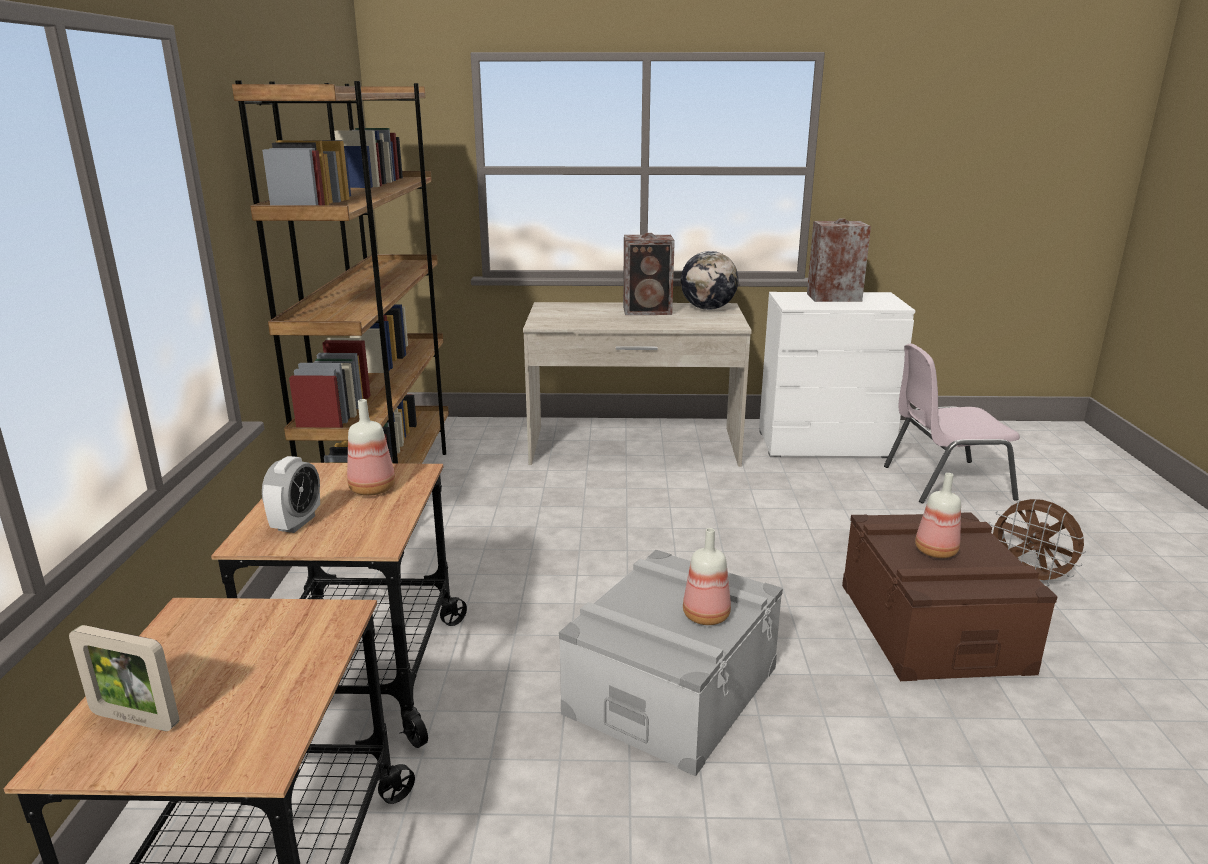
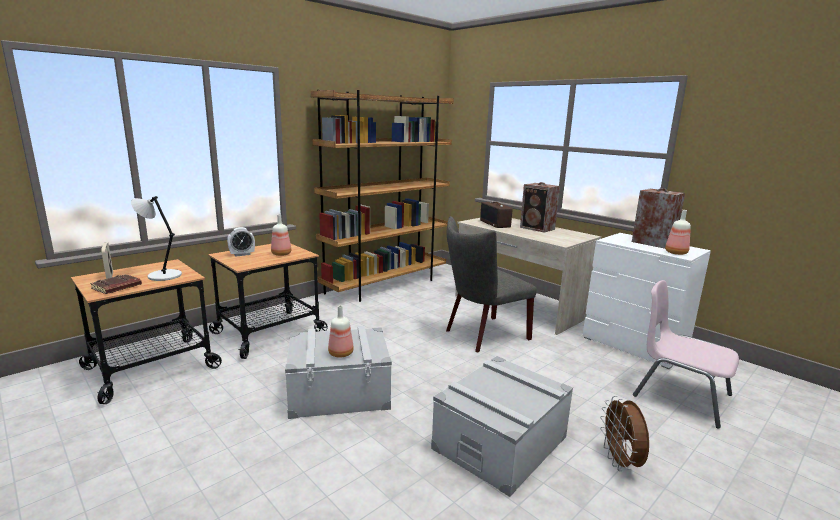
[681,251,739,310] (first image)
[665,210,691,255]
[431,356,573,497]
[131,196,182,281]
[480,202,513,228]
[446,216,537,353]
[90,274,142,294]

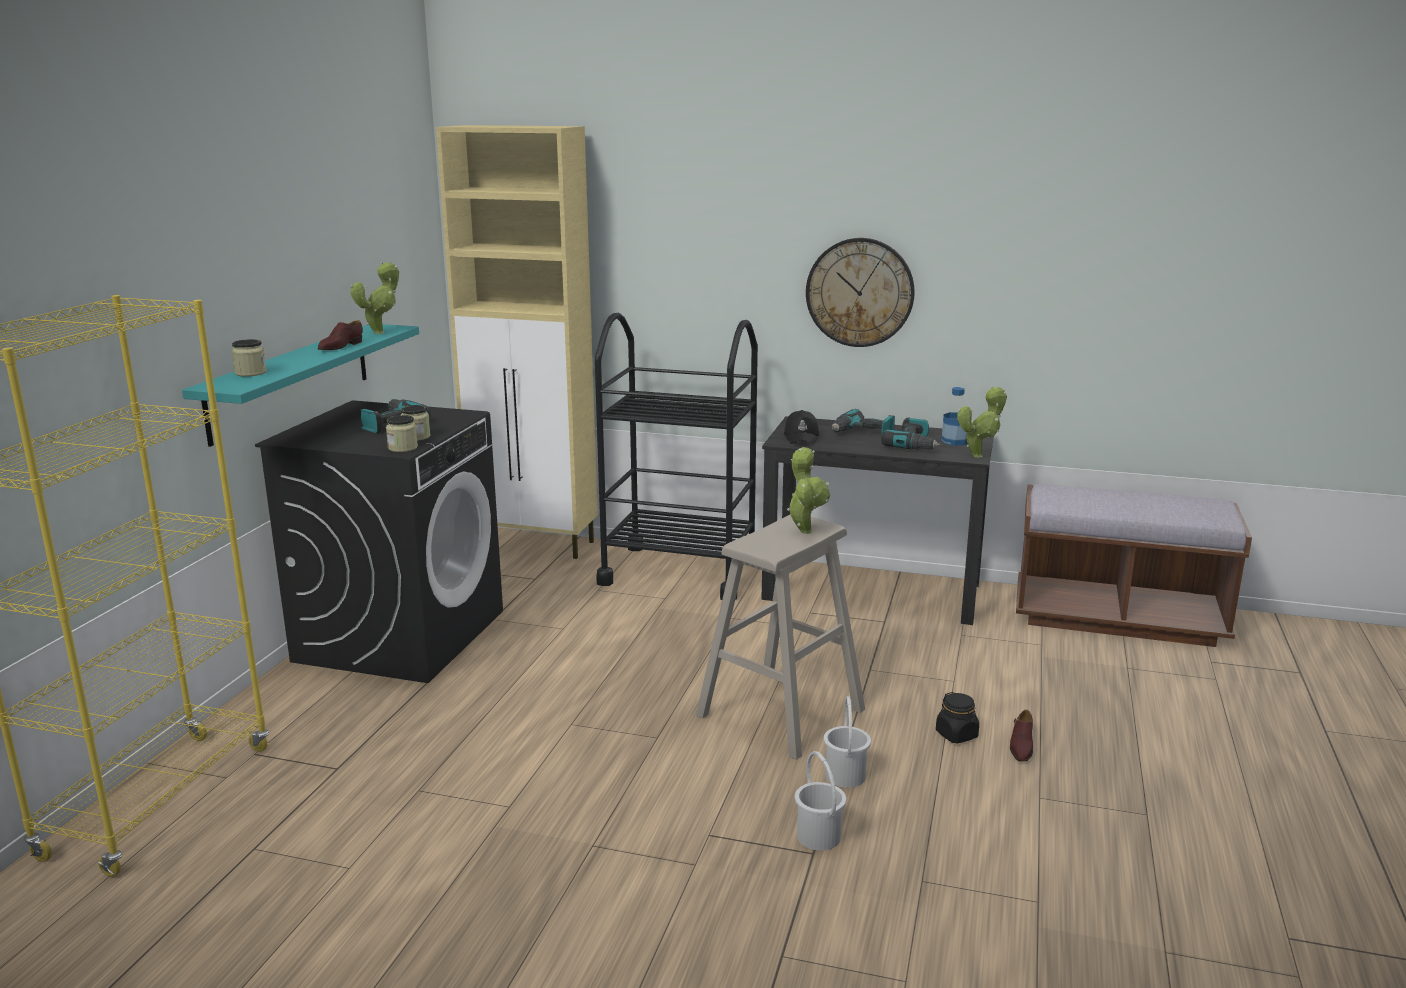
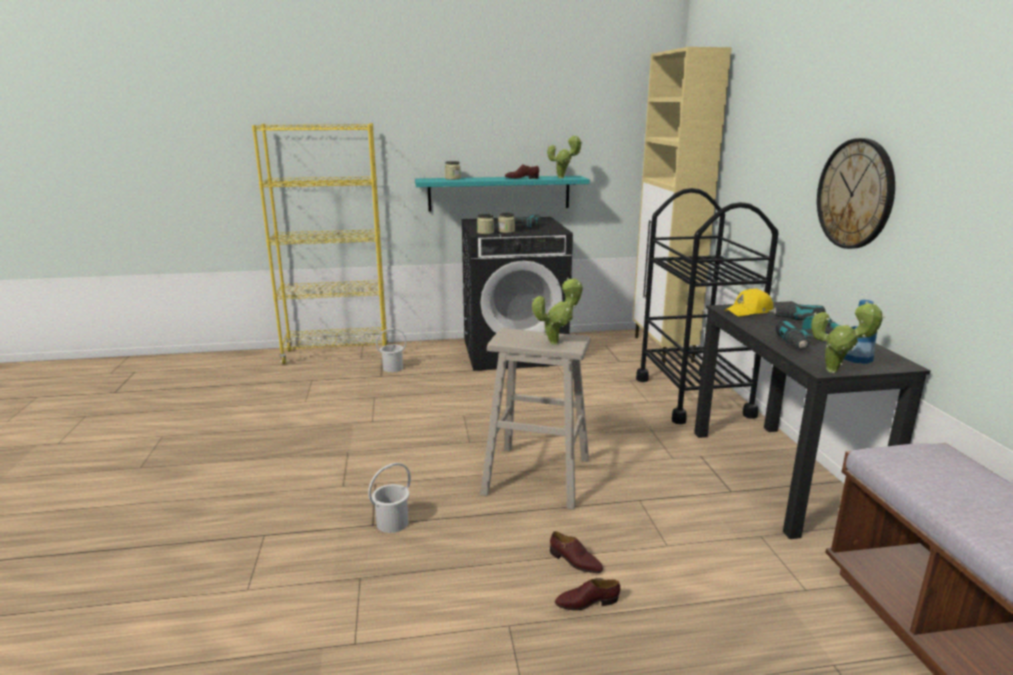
[725,288,773,317]
[550,531,603,573]
[376,328,407,372]

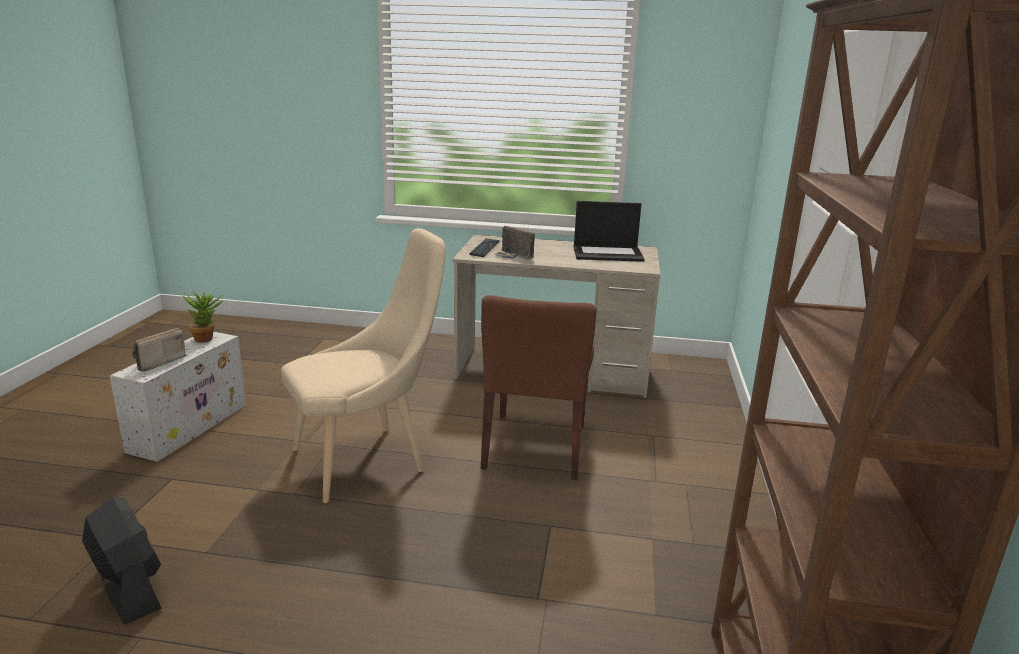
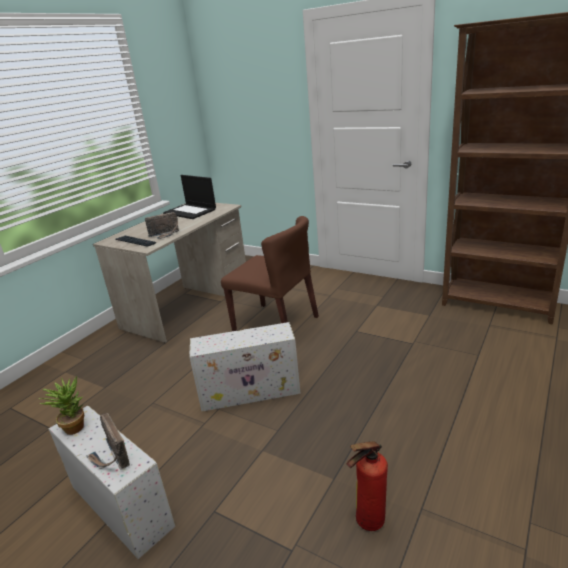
[163,175,216,219]
[189,322,301,411]
[346,441,388,531]

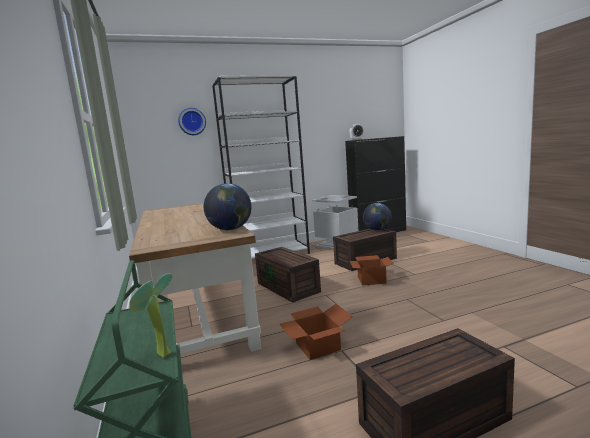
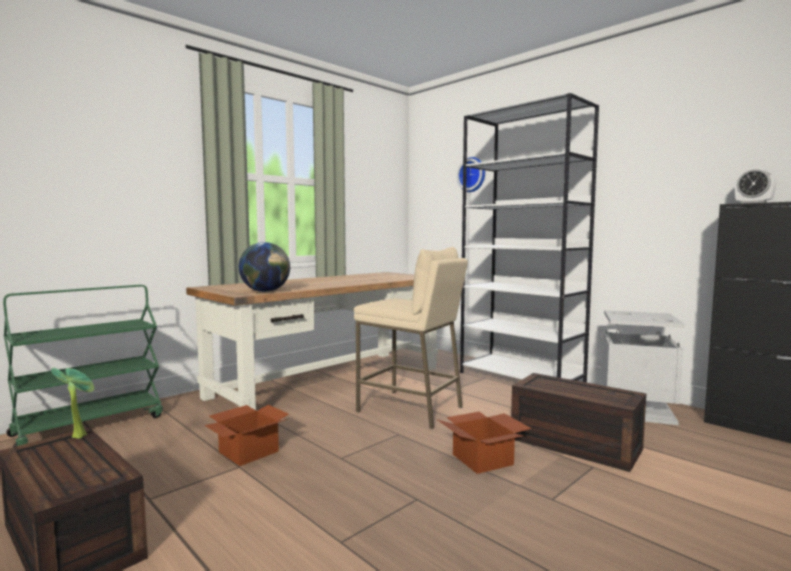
[363,203,392,231] (first image)
[354,247,468,429]
[51,368,95,439]

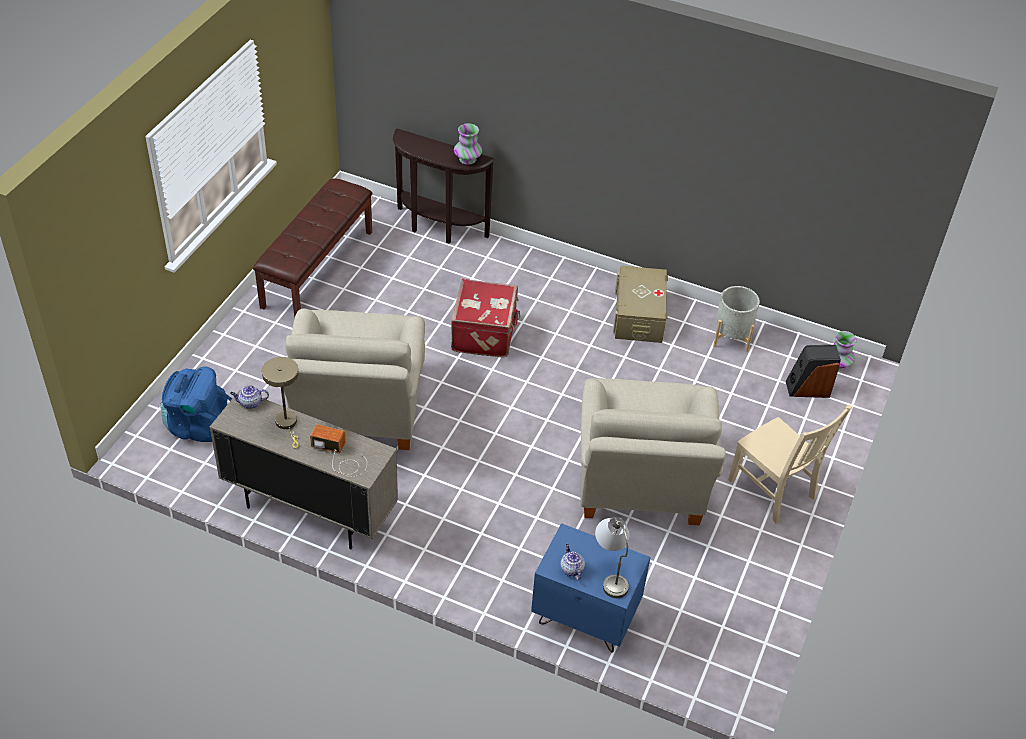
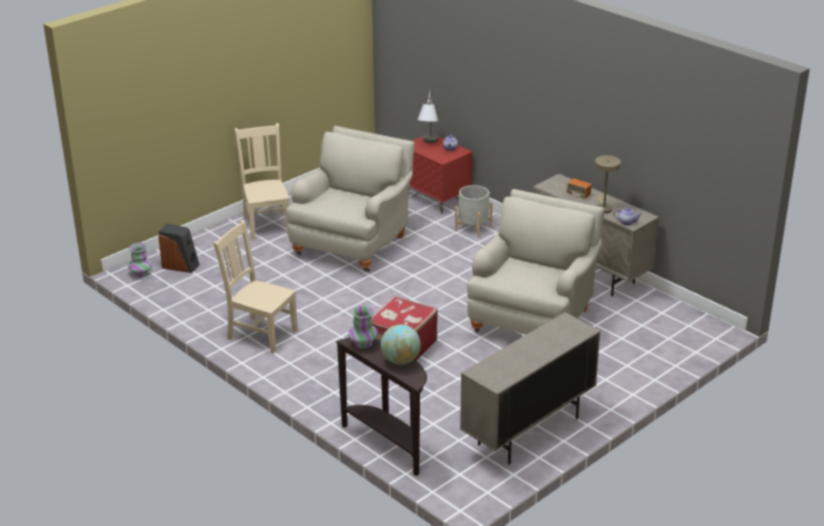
[460,312,601,465]
[213,220,298,354]
[455,185,493,238]
[161,366,232,442] (first image)
[408,133,473,214]
[381,325,421,364]

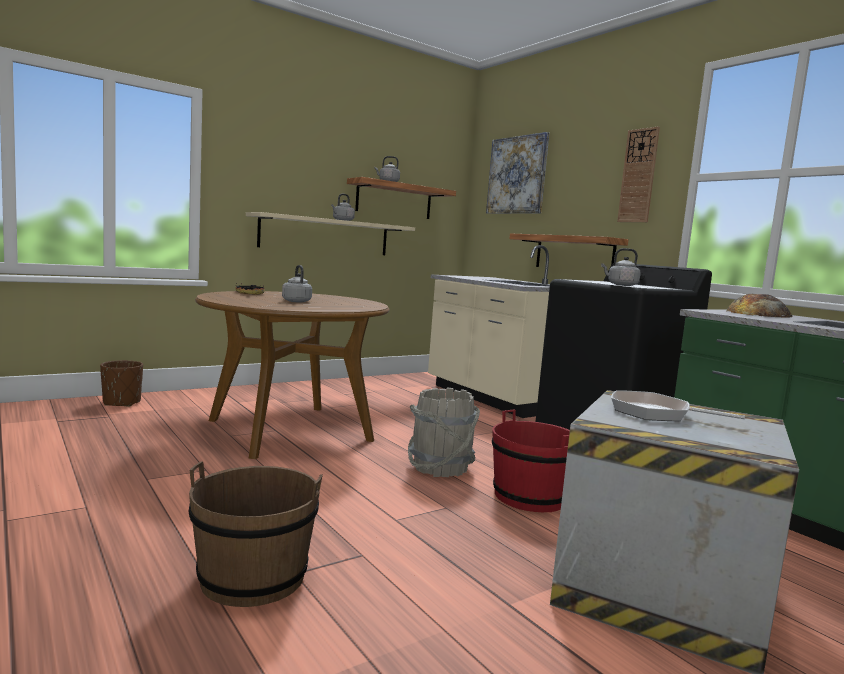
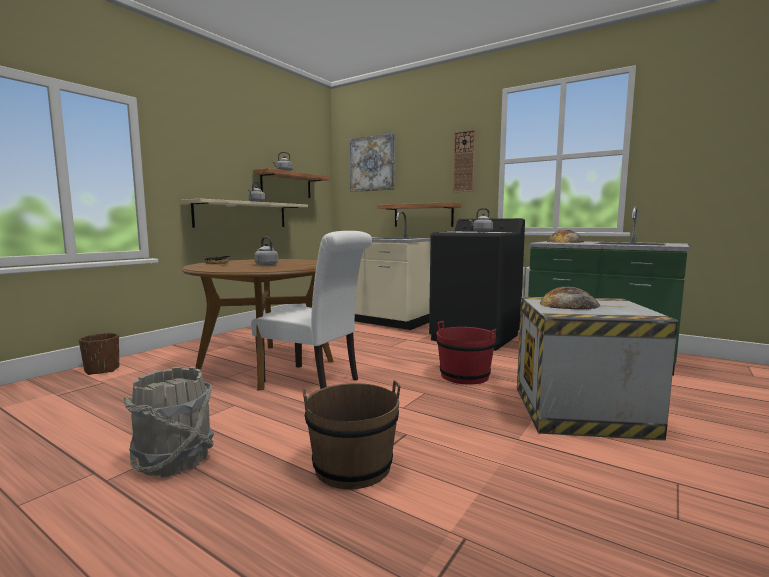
[123,366,215,478]
[540,287,601,309]
[251,231,372,389]

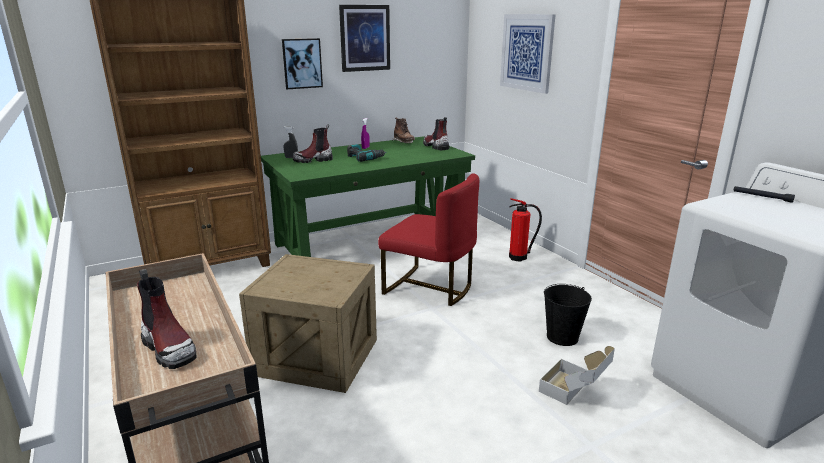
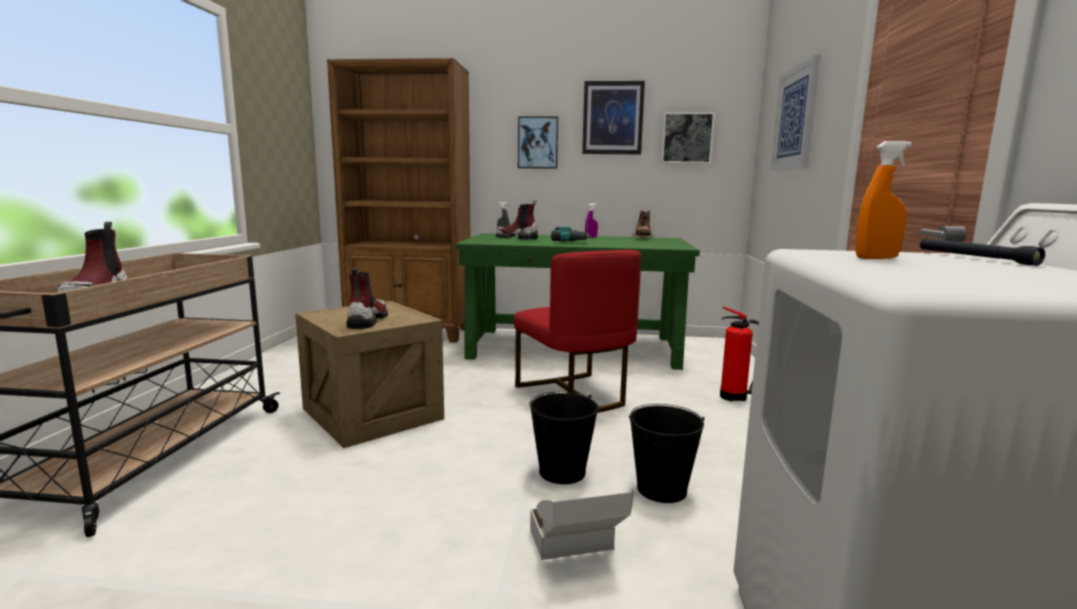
[346,268,388,329]
[661,112,715,164]
[856,141,912,259]
[530,391,598,484]

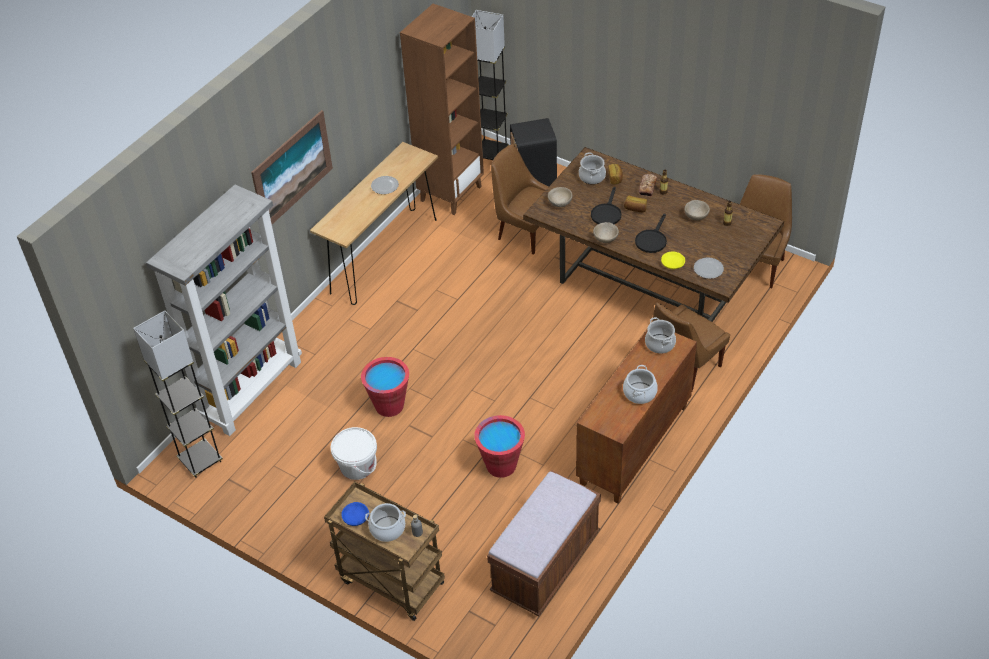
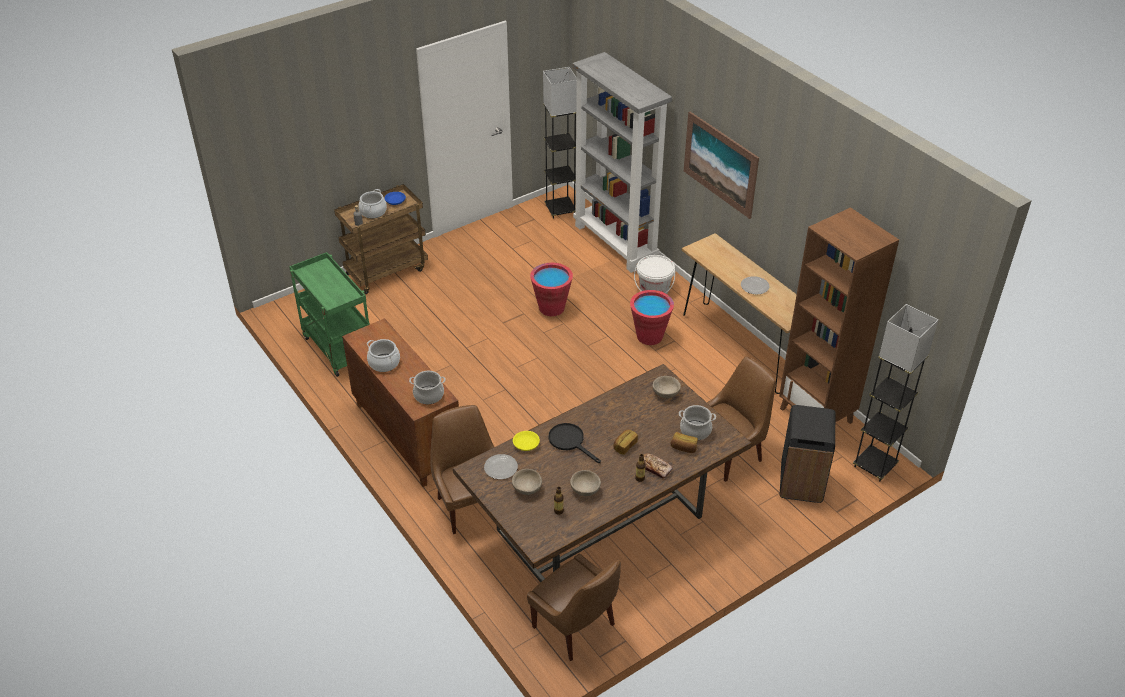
[591,187,621,224] (first image)
[512,469,542,495]
[630,290,674,345]
[634,255,675,294]
[289,252,370,377]

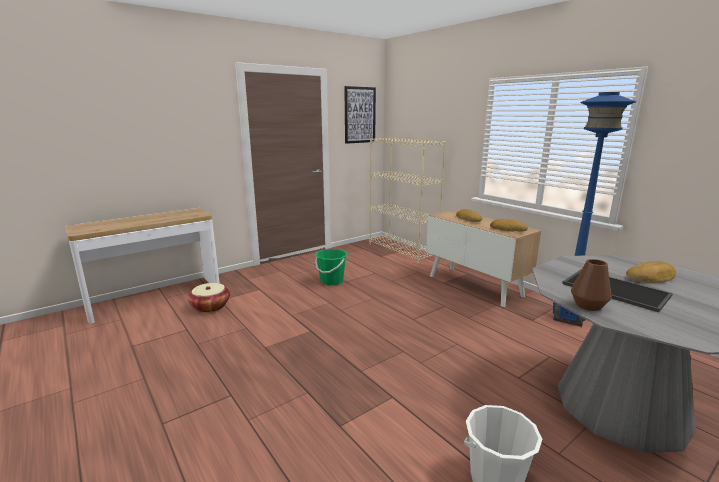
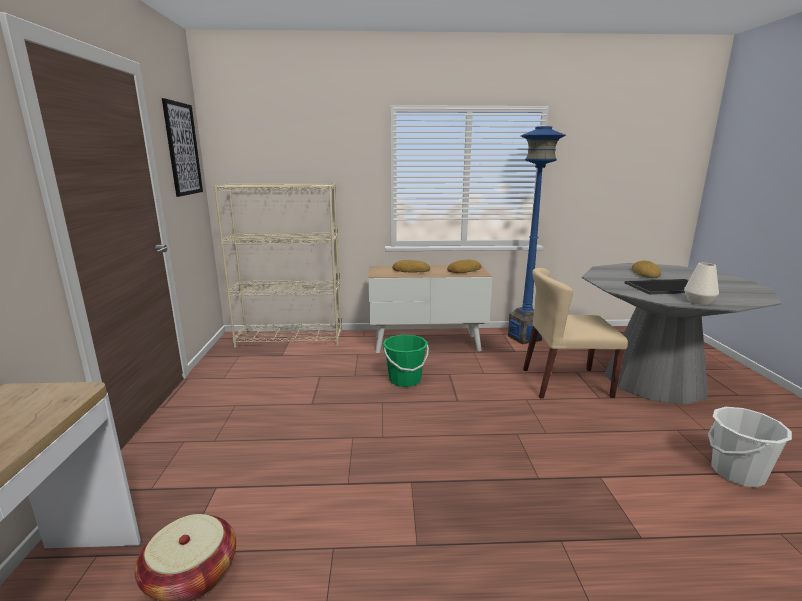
[383,334,429,387]
[684,263,719,305]
[523,268,628,399]

